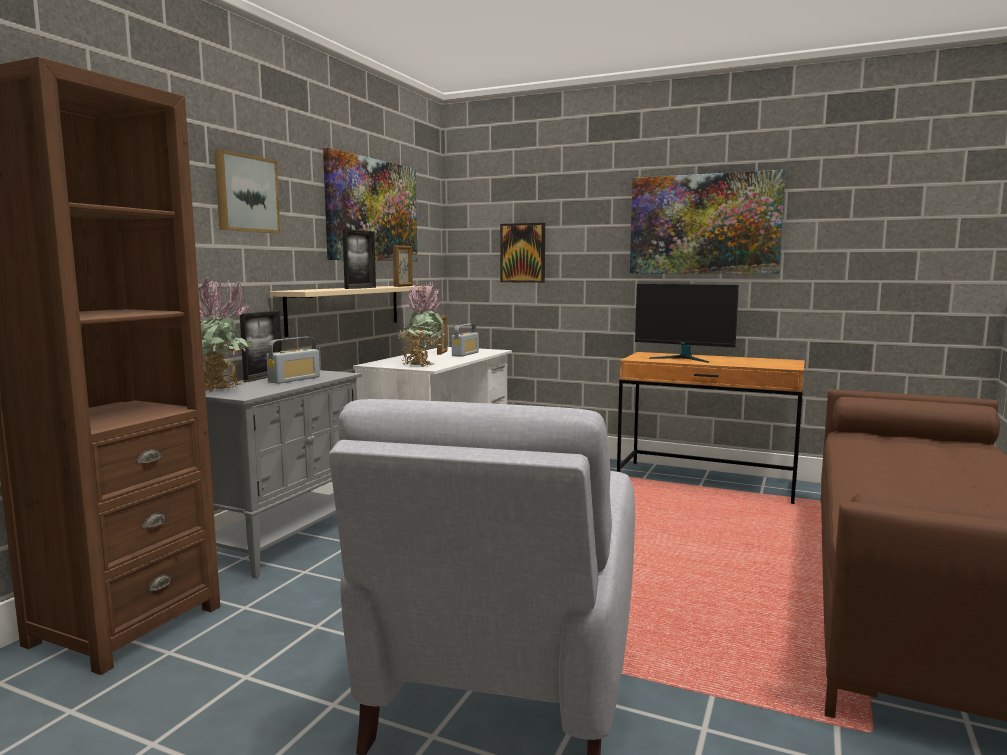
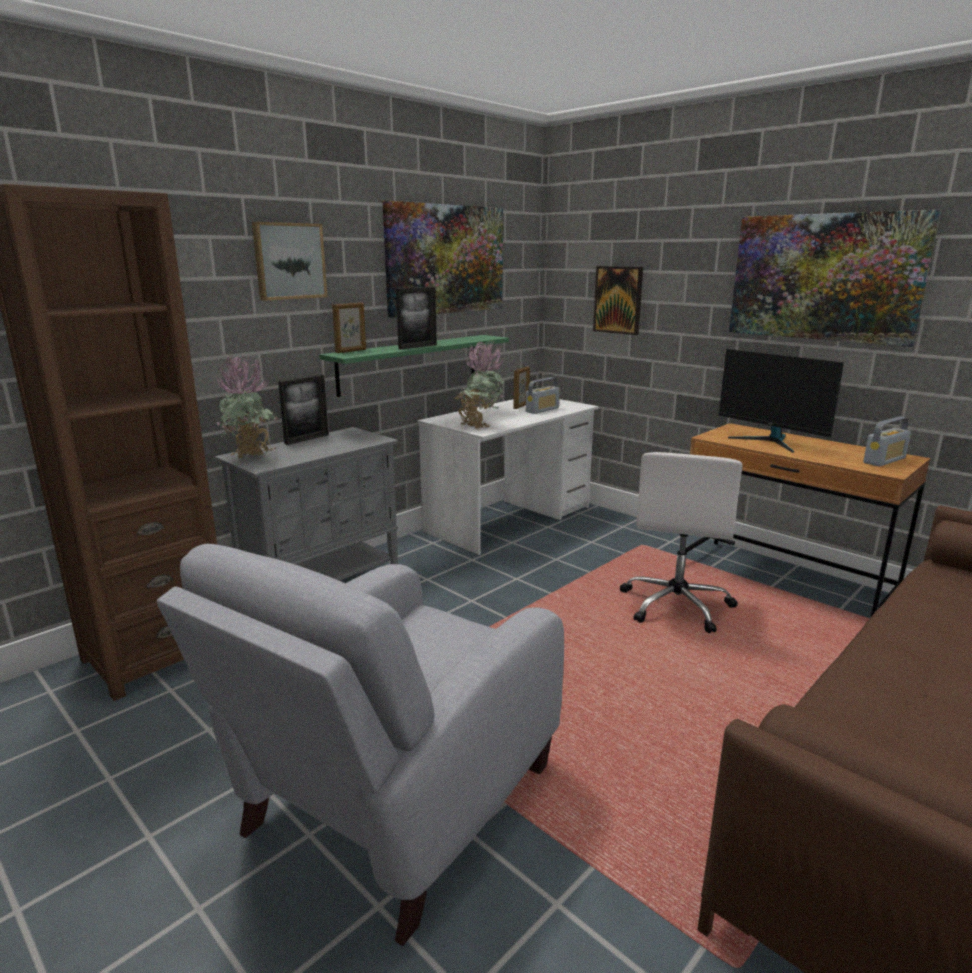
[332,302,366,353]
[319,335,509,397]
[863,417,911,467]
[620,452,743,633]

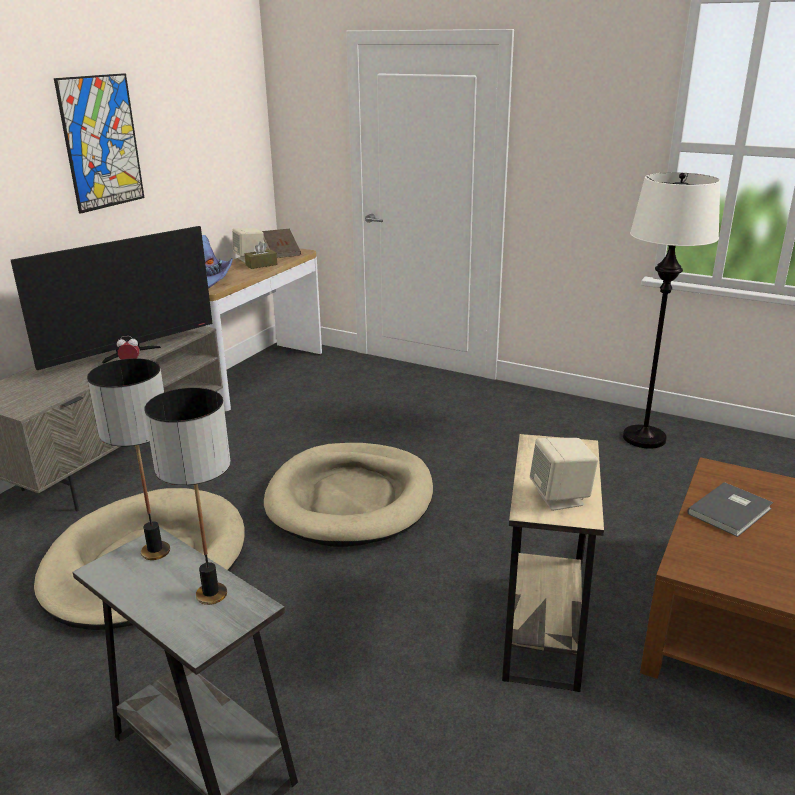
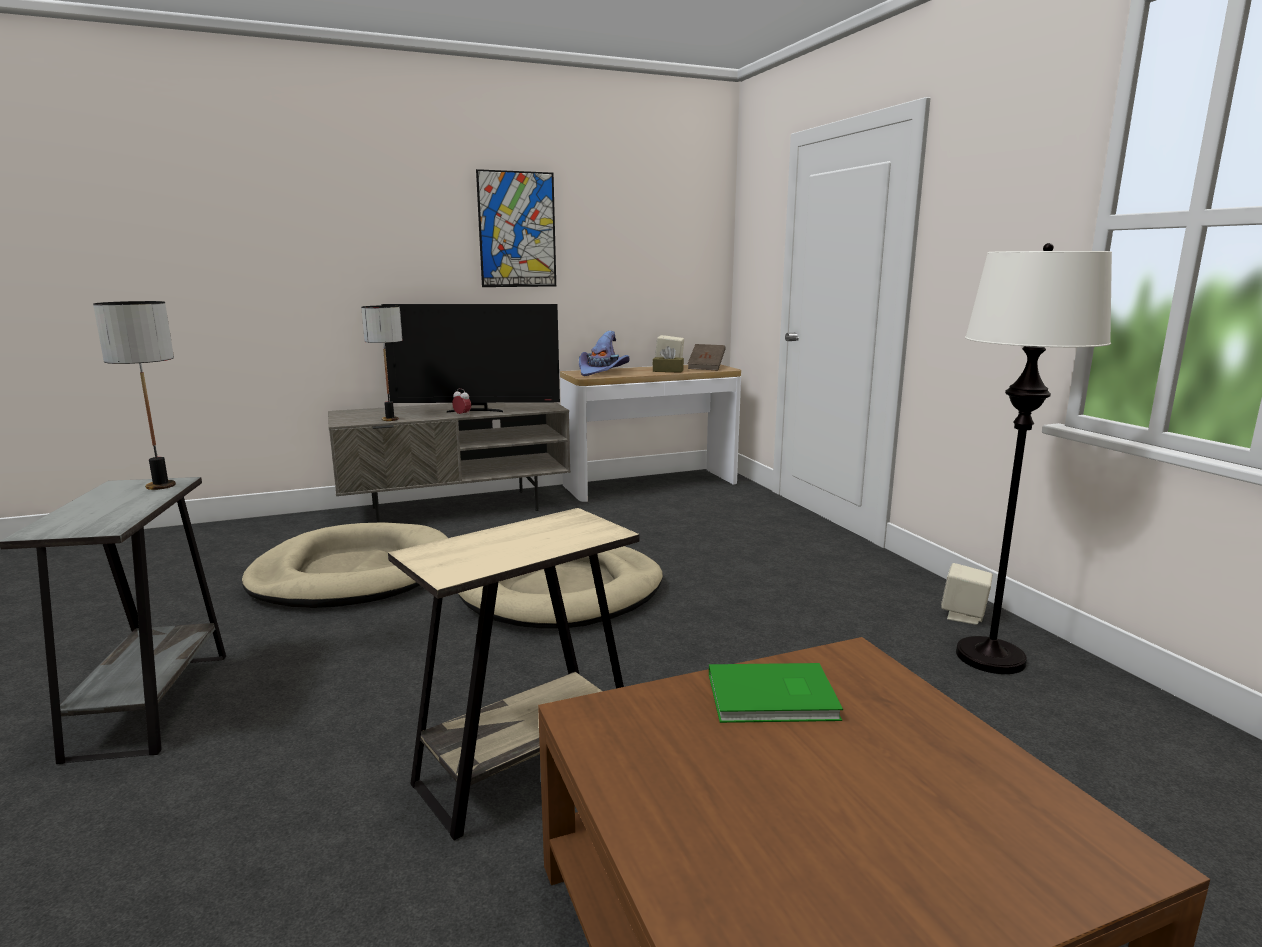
[361,305,402,421]
[941,563,993,625]
[709,663,843,723]

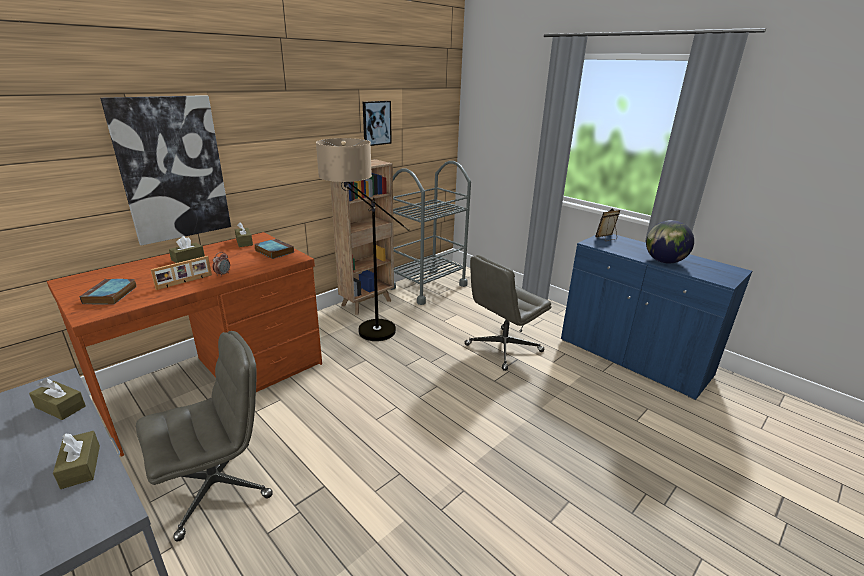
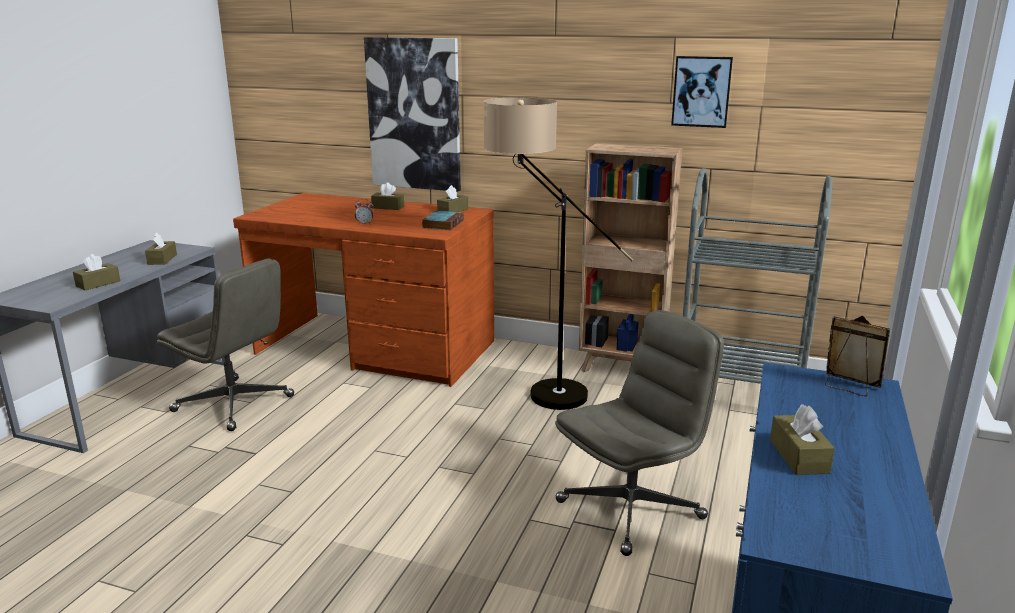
[770,404,835,475]
[555,310,724,556]
[150,256,212,290] (first image)
[80,279,137,305] (first image)

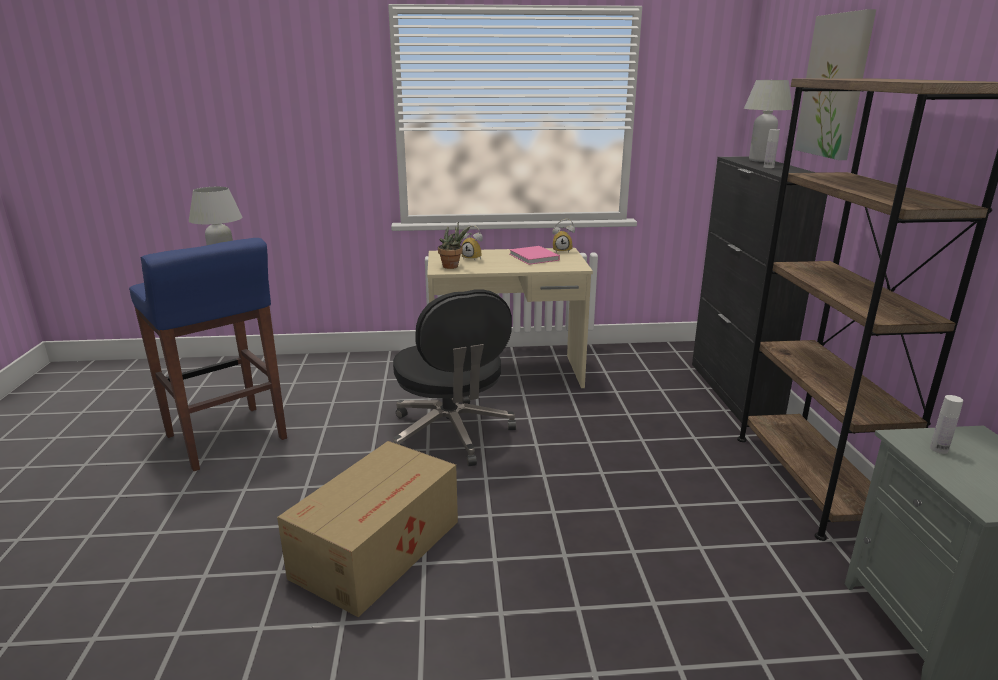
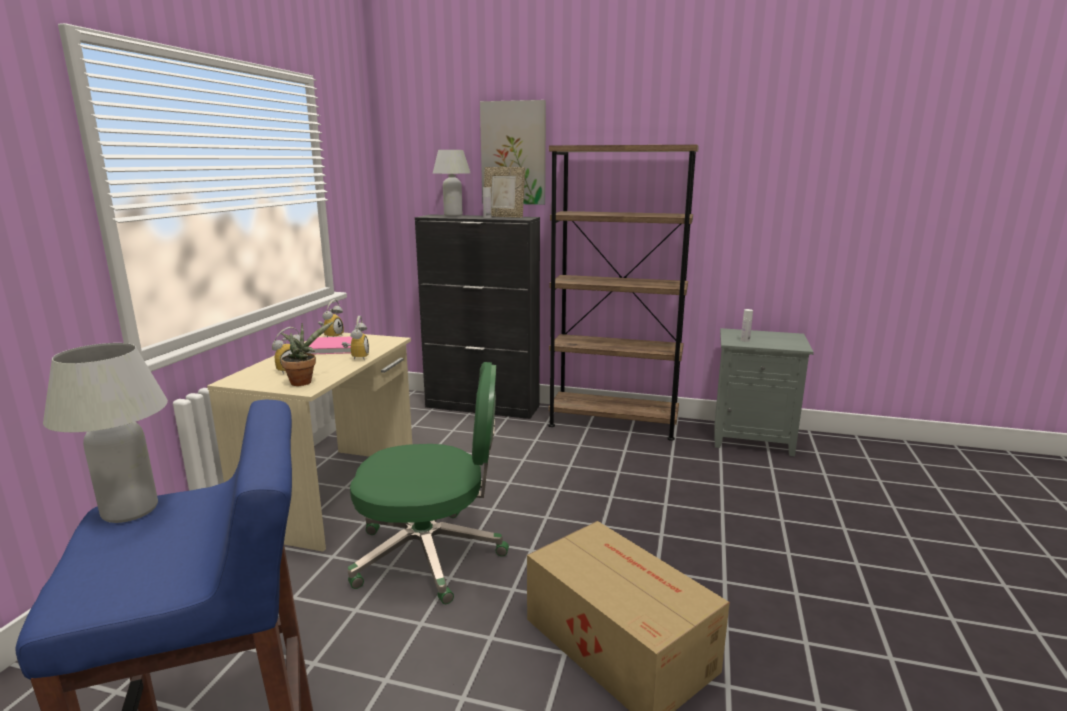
[348,362,509,604]
[484,167,525,218]
[342,316,369,360]

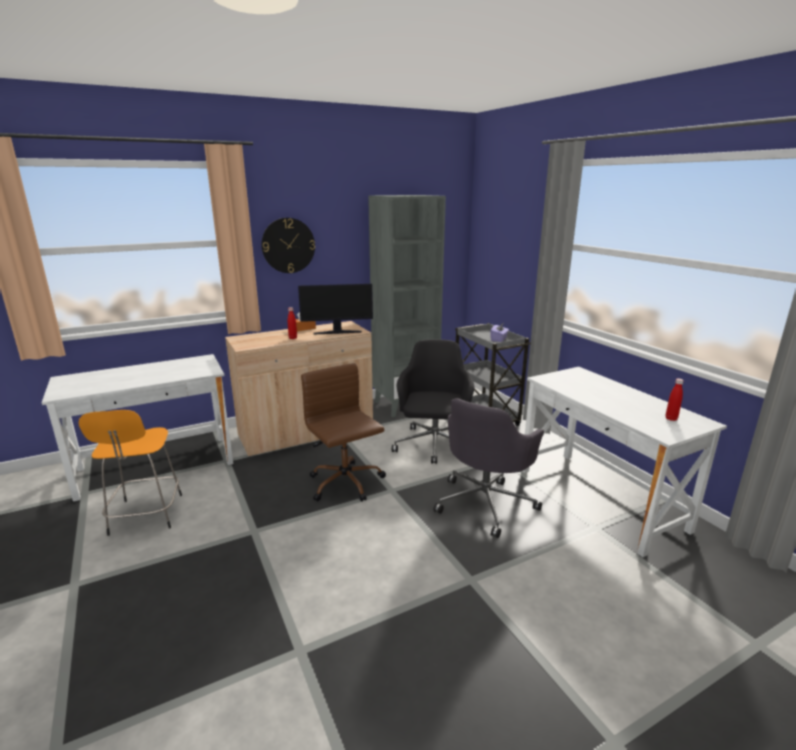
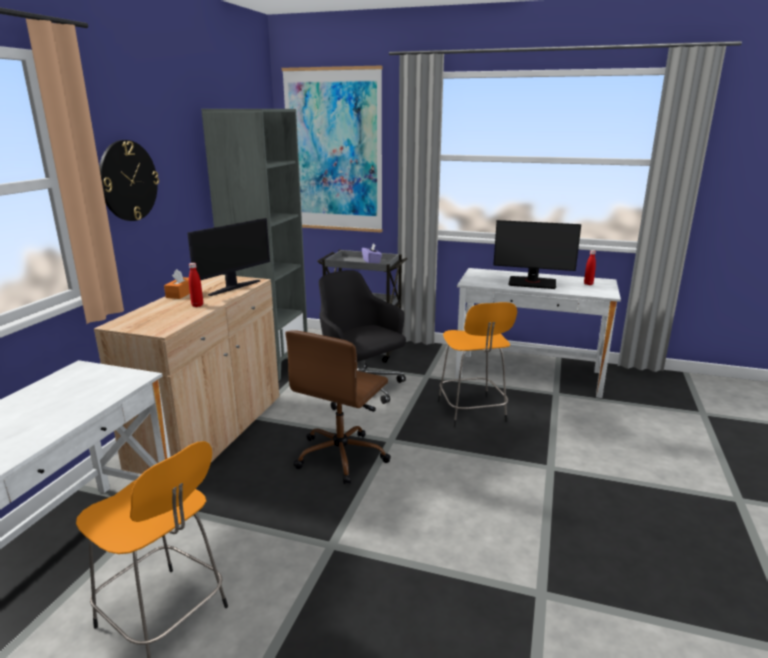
[285,330,391,484]
[438,302,517,427]
[282,66,383,233]
[493,220,581,289]

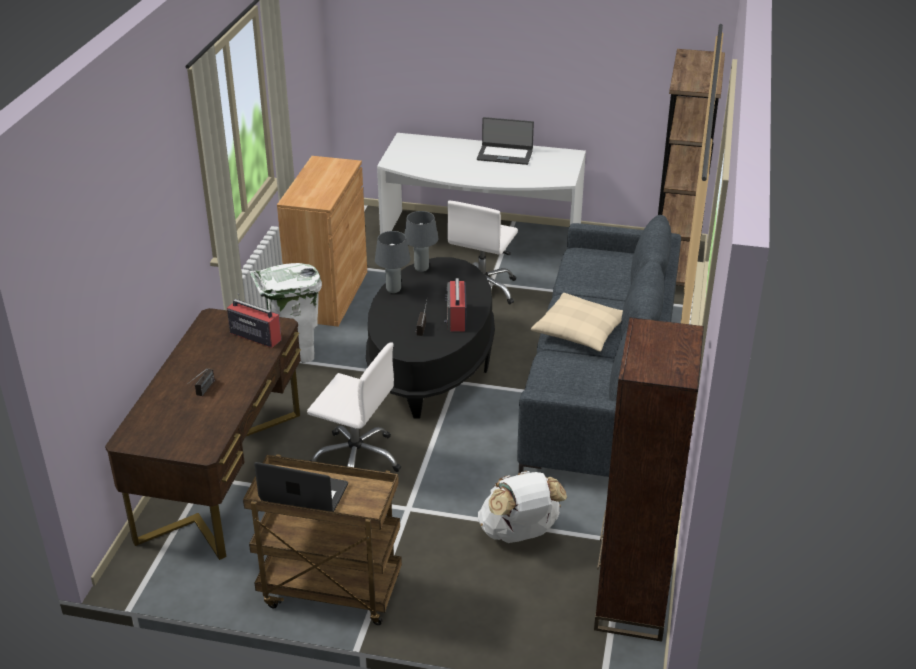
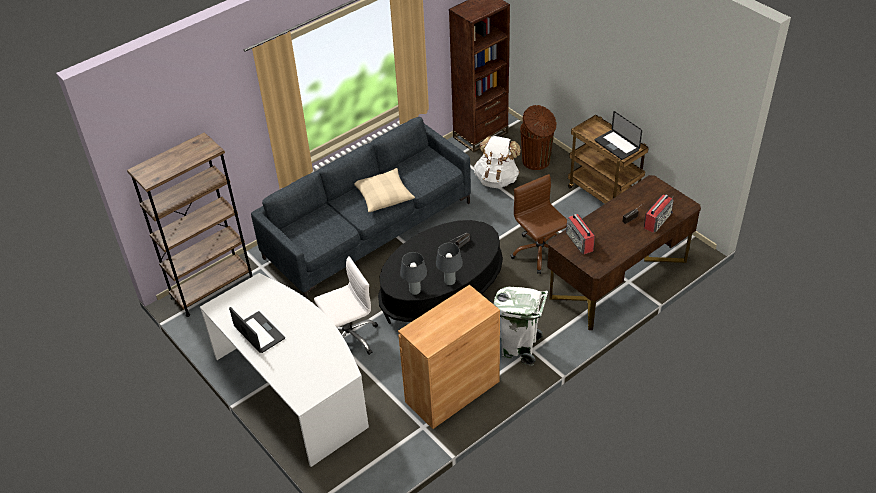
[644,194,674,233]
[510,174,567,274]
[520,105,557,170]

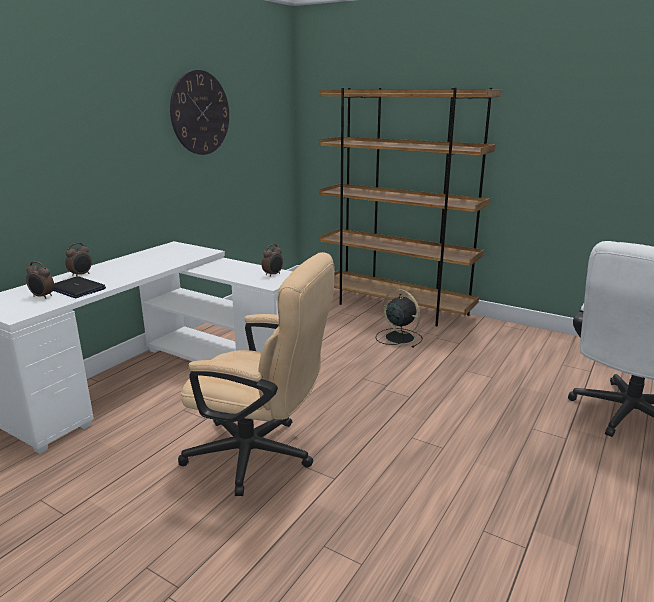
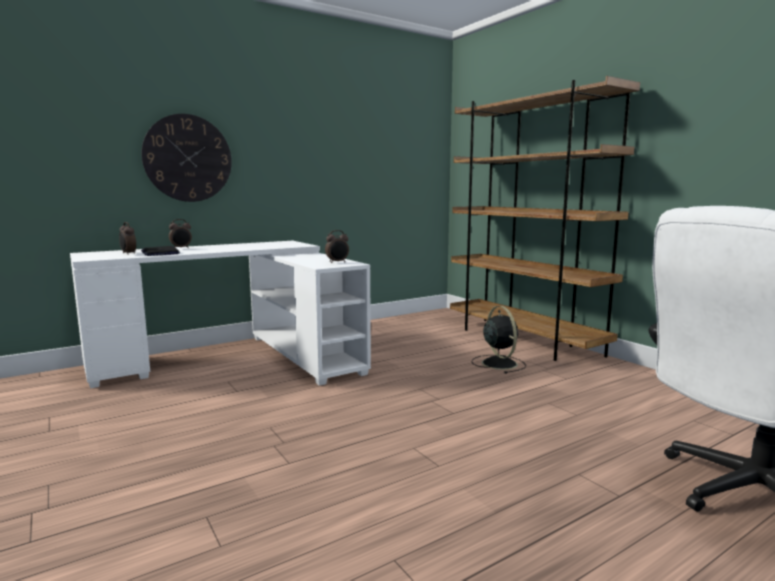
[141,114,232,202]
[178,252,335,496] (first image)

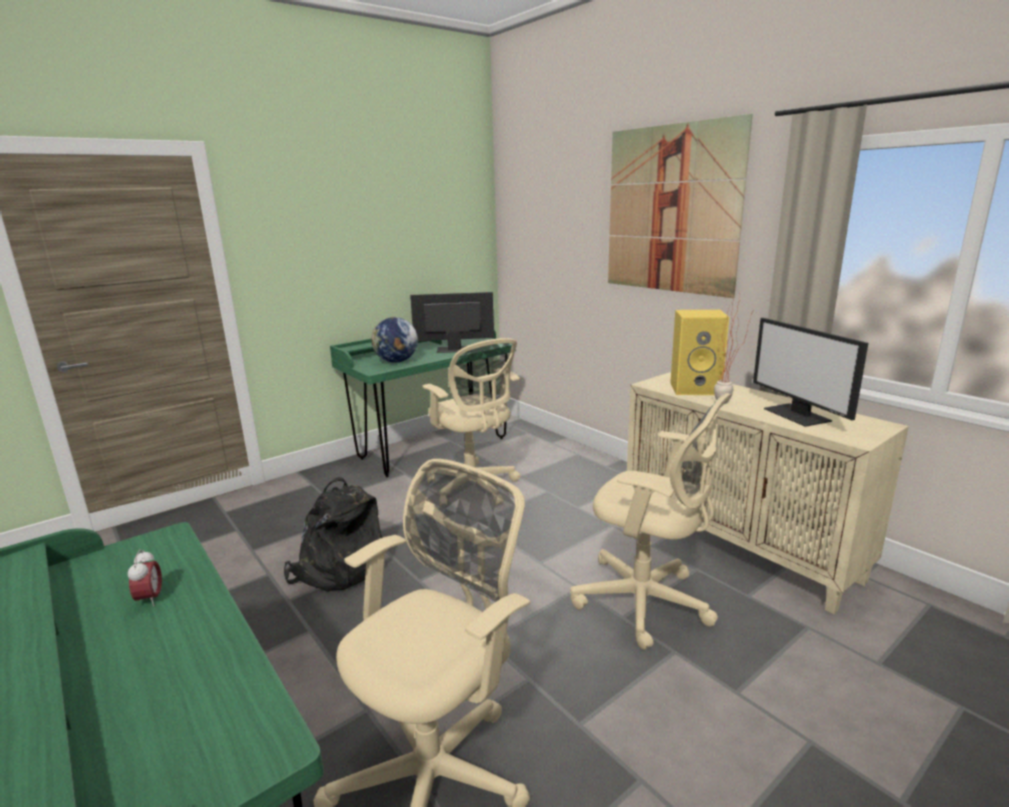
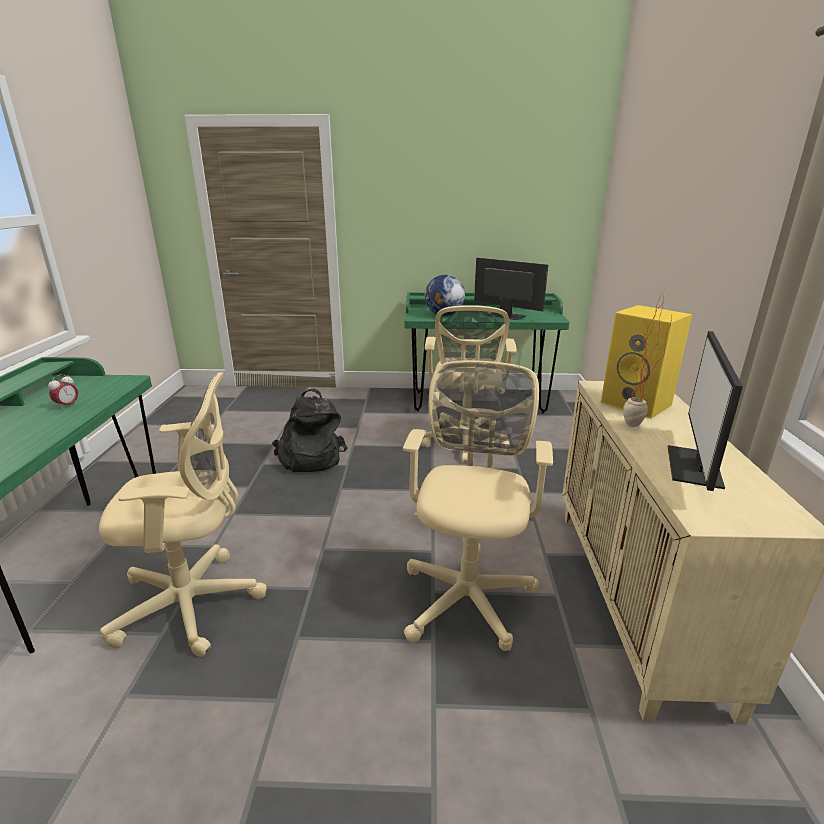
[608,114,753,298] (first image)
[403,360,553,651]

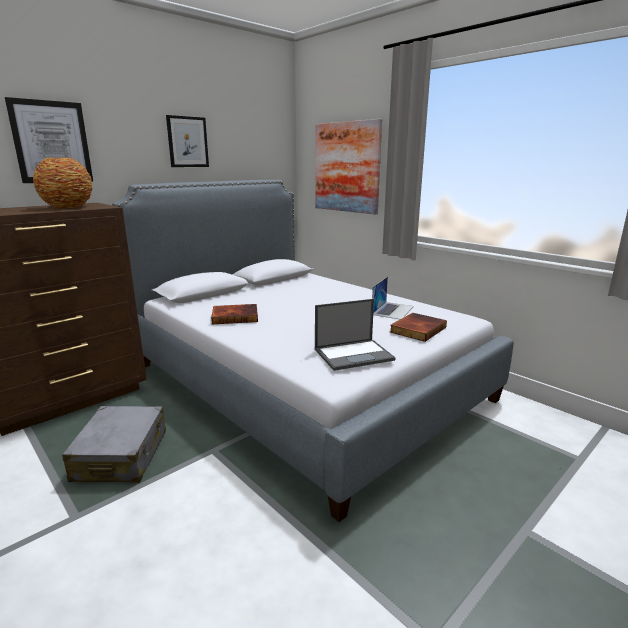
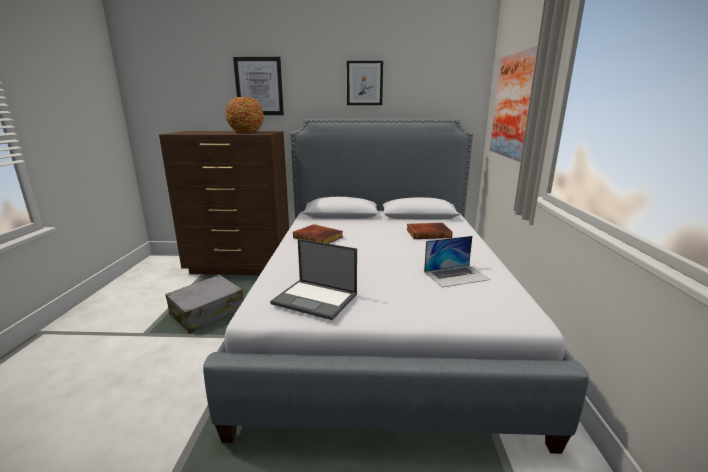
[406,223,452,239]

